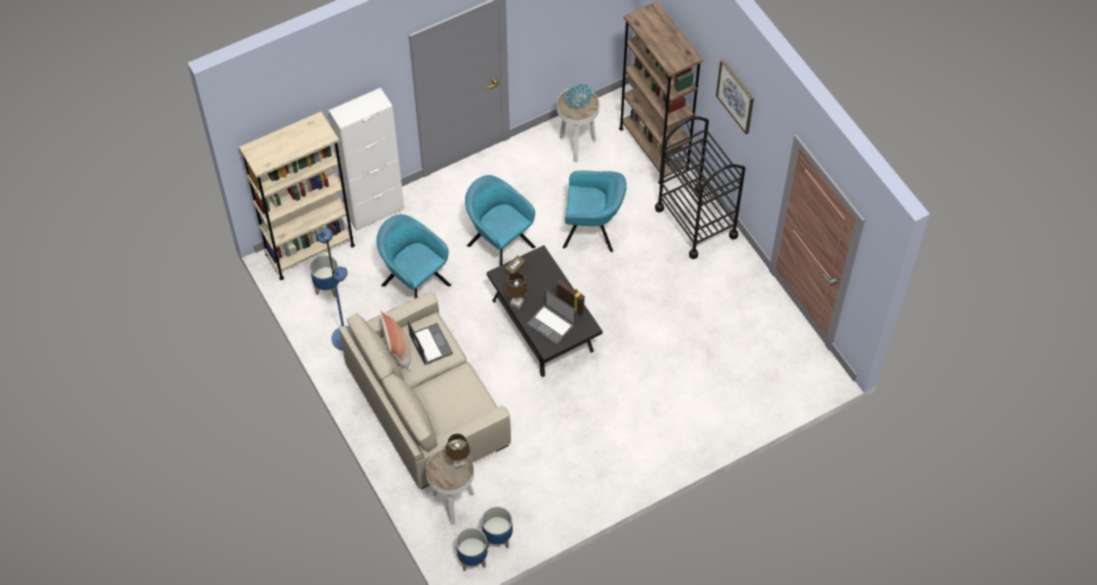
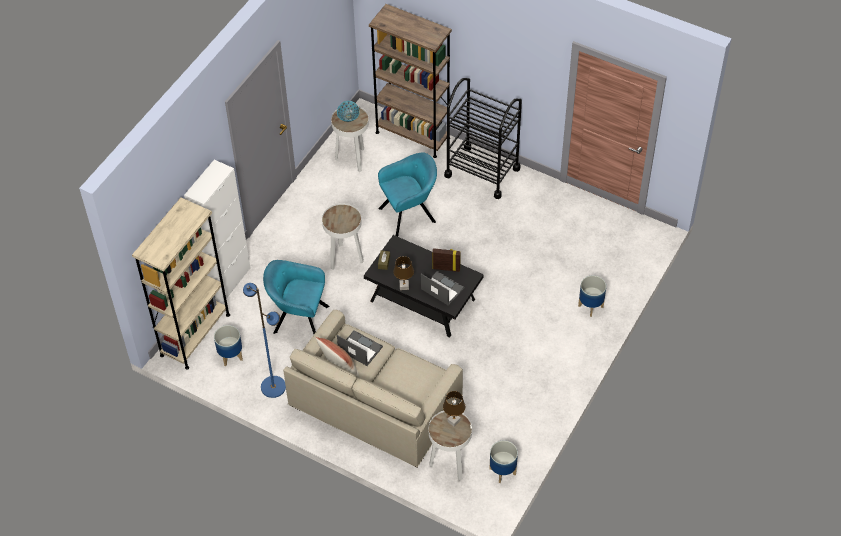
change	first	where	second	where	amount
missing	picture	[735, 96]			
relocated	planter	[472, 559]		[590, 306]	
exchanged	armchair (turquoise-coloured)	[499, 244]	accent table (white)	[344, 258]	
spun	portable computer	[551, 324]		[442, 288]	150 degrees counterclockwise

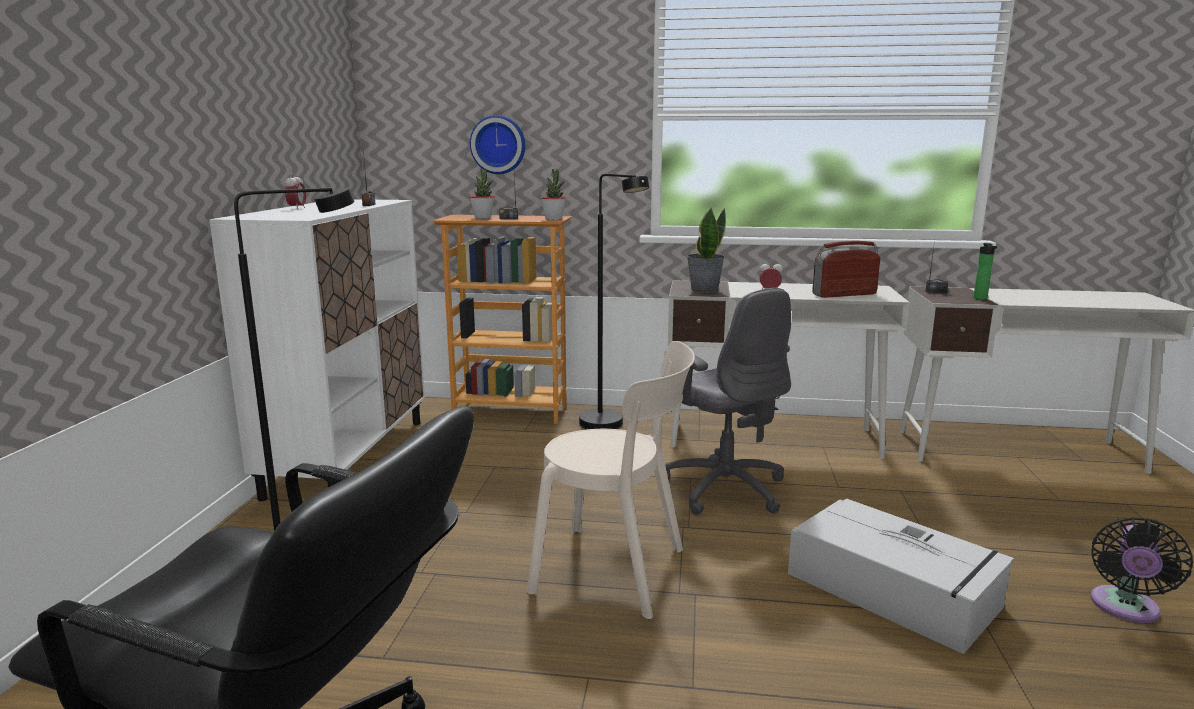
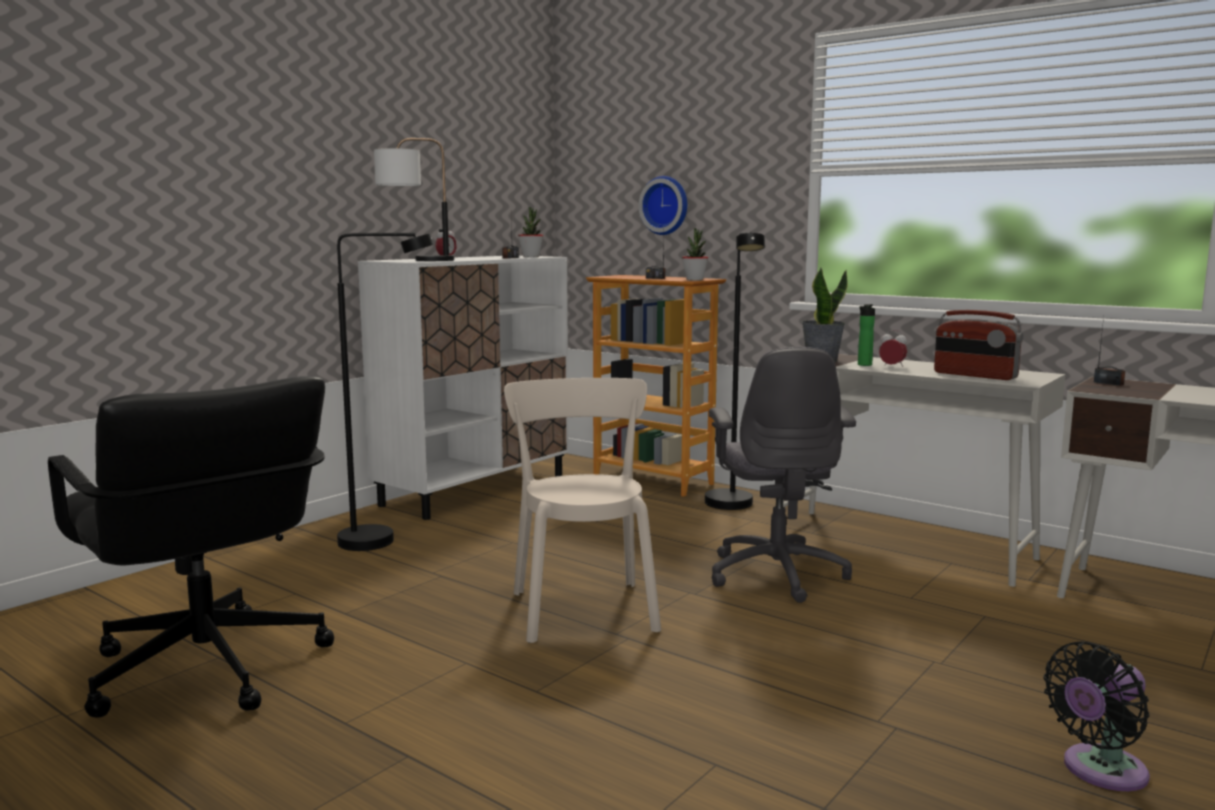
change	first	where	second	where	amount
missing	storage box (gray)	[895, 591]			
appeared			lamp for a table	[415, 260]	
relocated	houseplant	[483, 218]		[531, 257]	
relocated	drink bottle	[981, 299]		[864, 365]	
spun	plain chair (beige)	[617, 572]		[583, 608]	150 degrees counterclockwise
spun	radio	[844, 294]		[974, 375]	150 degrees counterclockwise

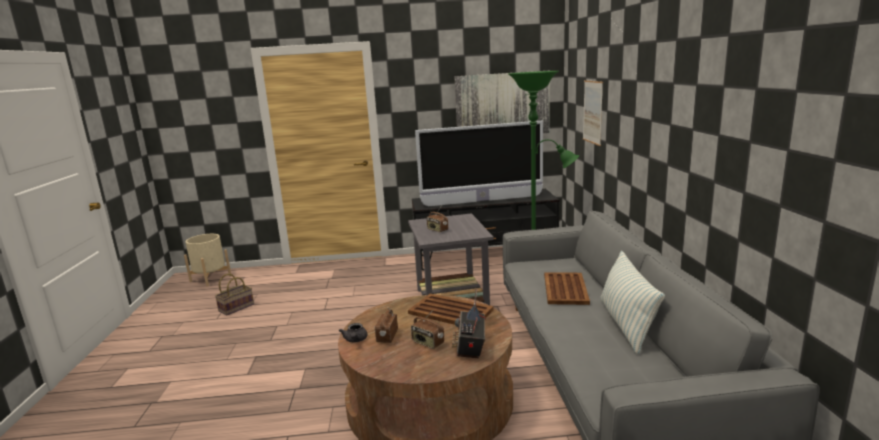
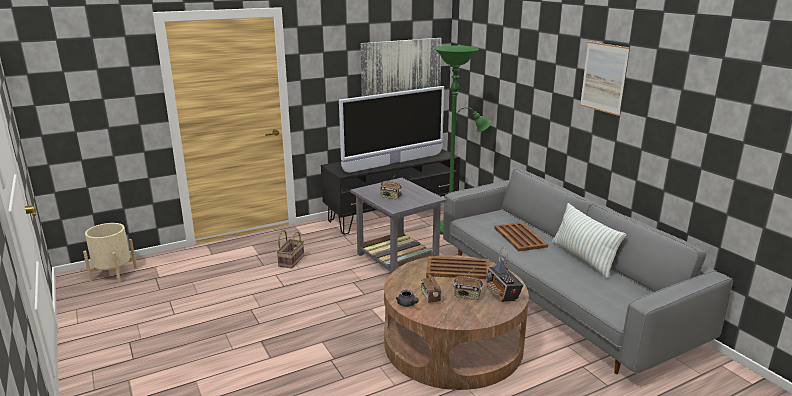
change	first	where	second	where	amount
relocated	household basket	[237, 307]		[291, 260]	
relocated	picture	[592, 112]		[603, 78]	

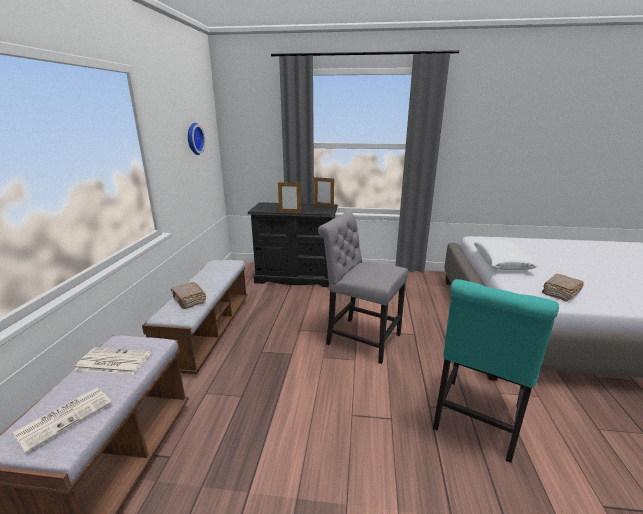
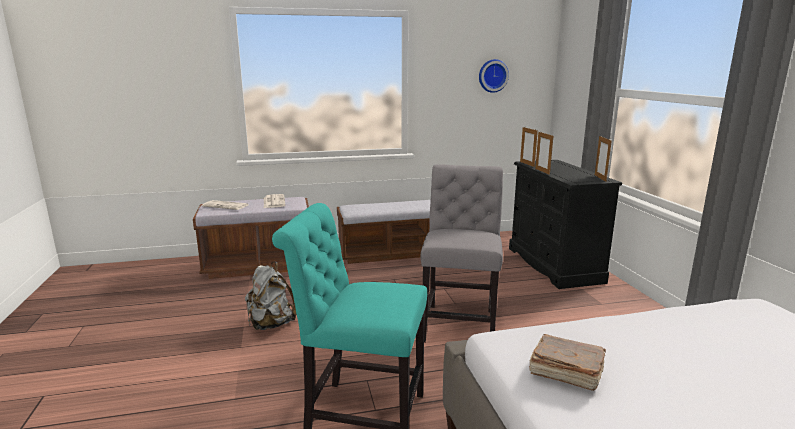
change	first	where	second	where	amount
missing	bound book (brown-coloured)	[189, 300]			
missing	cushion (white)	[501, 261]			
appeared			rucksack (gray)	[271, 324]	
appeared			standing frame	[527, 164]	

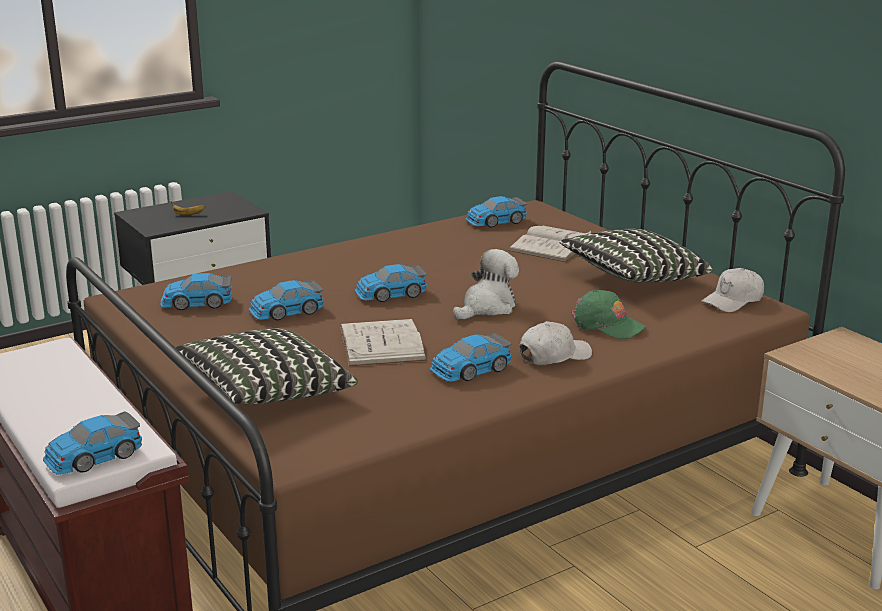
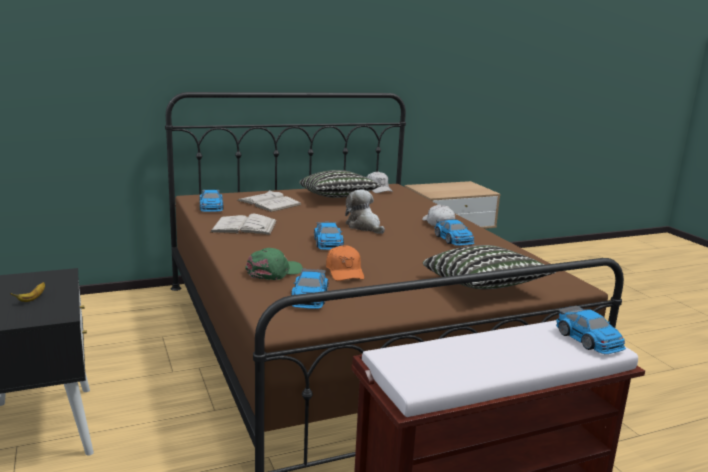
change	first	where	second	where	amount
relocated	bound book (white)	[382, 343]		[244, 226]	
relocated	peaked cap (green-coloured)	[607, 325]		[274, 272]	
exchanged	model car	[286, 311]	peaked cap (orangey)	[345, 272]	

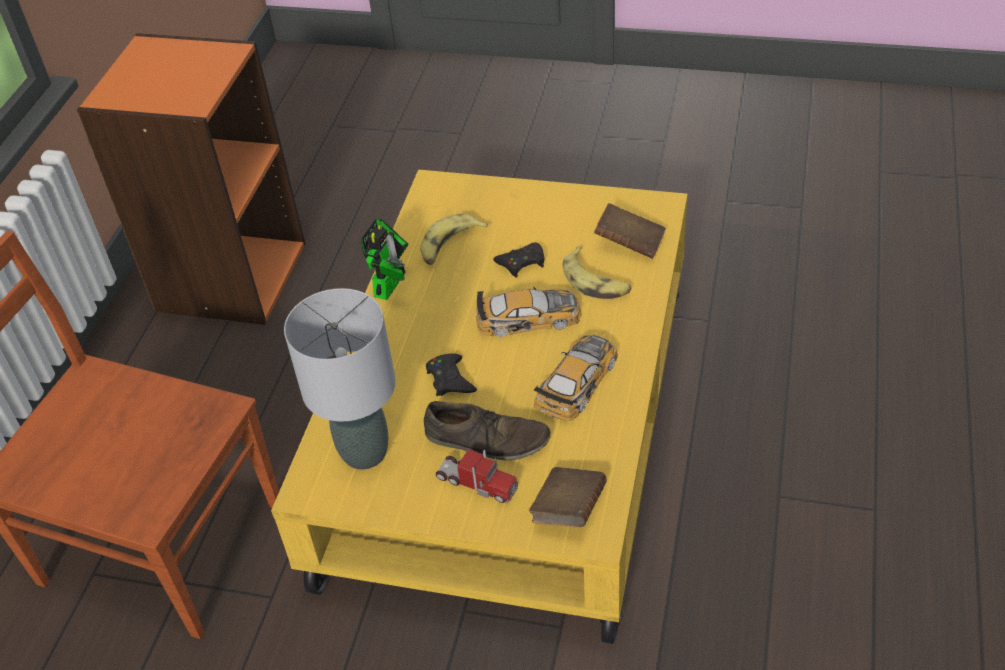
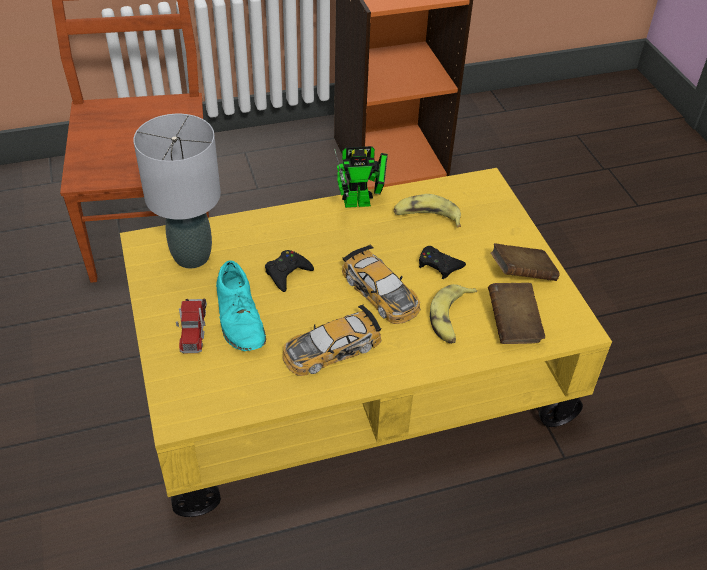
change	first	where	second	where	amount
relocated	bound book (brown-coloured)	[568, 510]		[522, 274]	
colour	shoe (brown-coloured)	[487, 439]	shoe (turquoise-coloured)	[240, 317]	
spun	model car	[577, 381]		[331, 349]	150 degrees clockwise

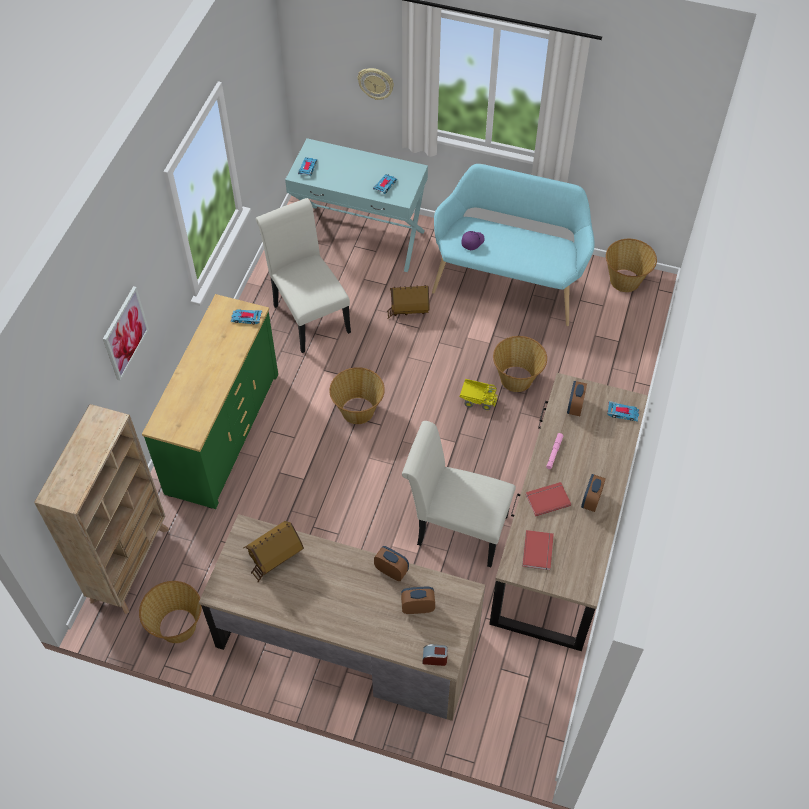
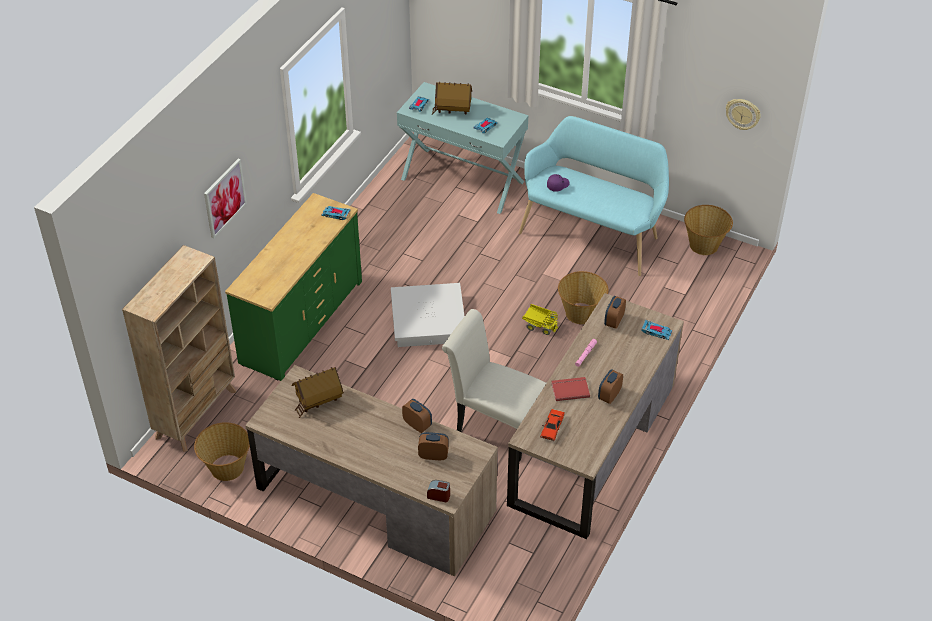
change	first	where	second	where	amount
missing	plain chair (white)	[308, 314]			
relocated	clock on the wall	[376, 83]		[743, 114]	
relocated	miniature house	[409, 310]		[453, 110]	
exchanged	household basket	[358, 411]	storage box (white)	[427, 320]	
exchanged	bound book (red-coloured)	[539, 551]	model car (red-coloured)	[552, 428]	

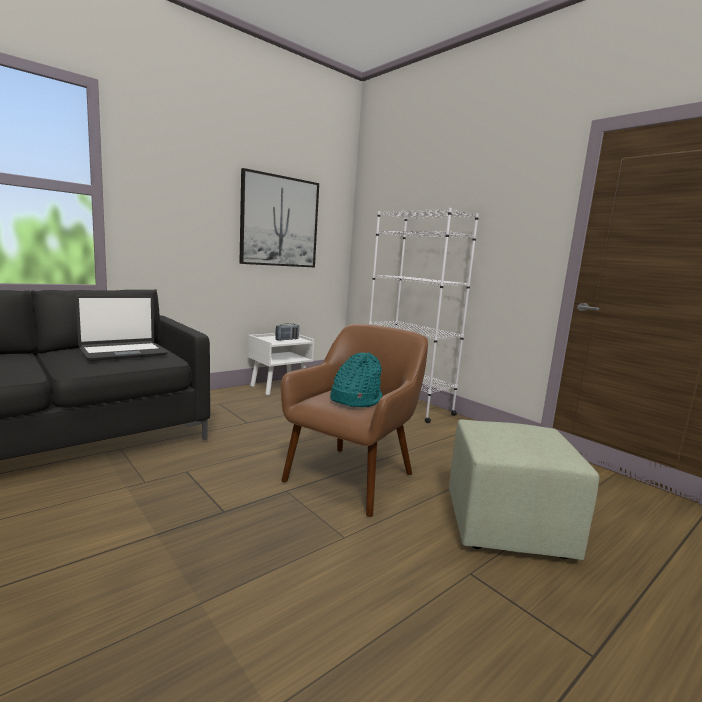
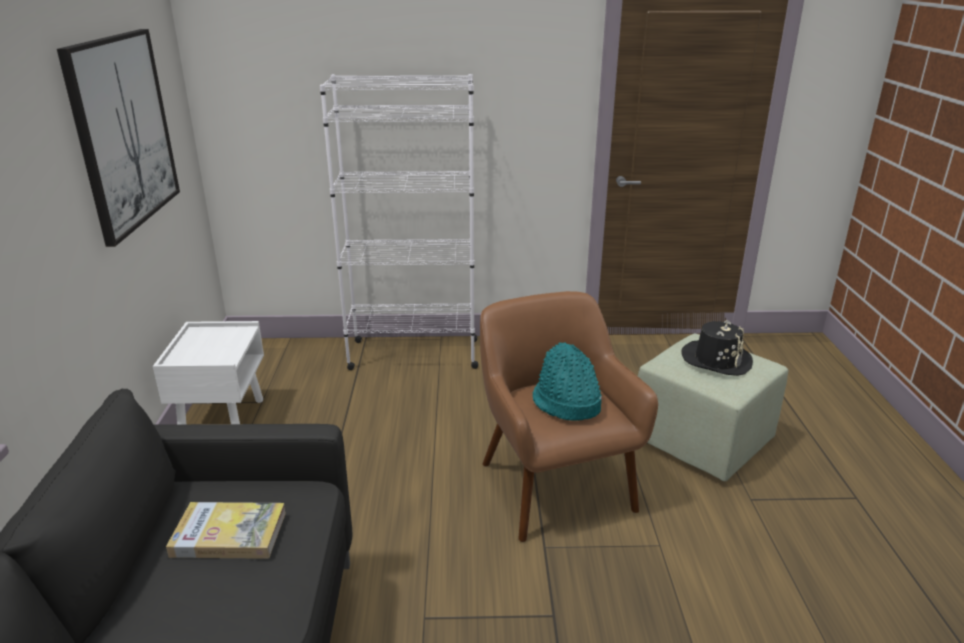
change	first	where	second	where	amount
missing	radio	[287, 339]			
appeared			clothing hat (black)	[716, 359]	
exchanged	portable computer	[123, 352]	bound book	[229, 534]	

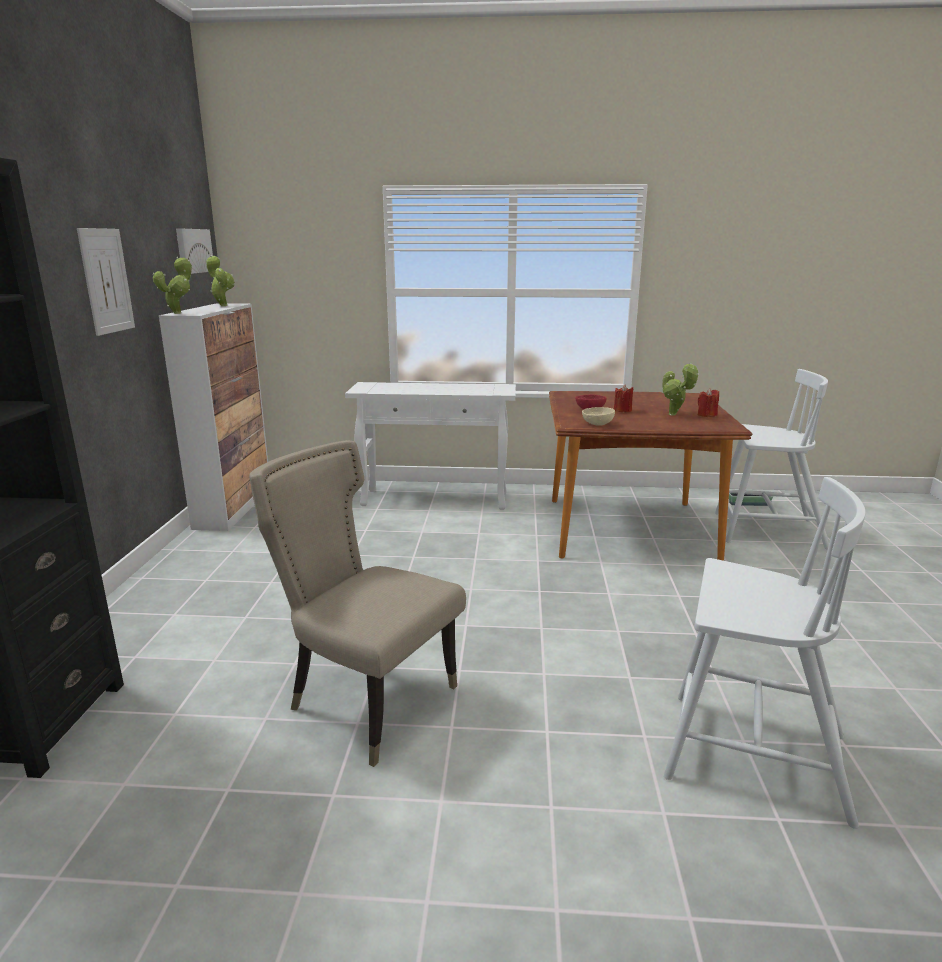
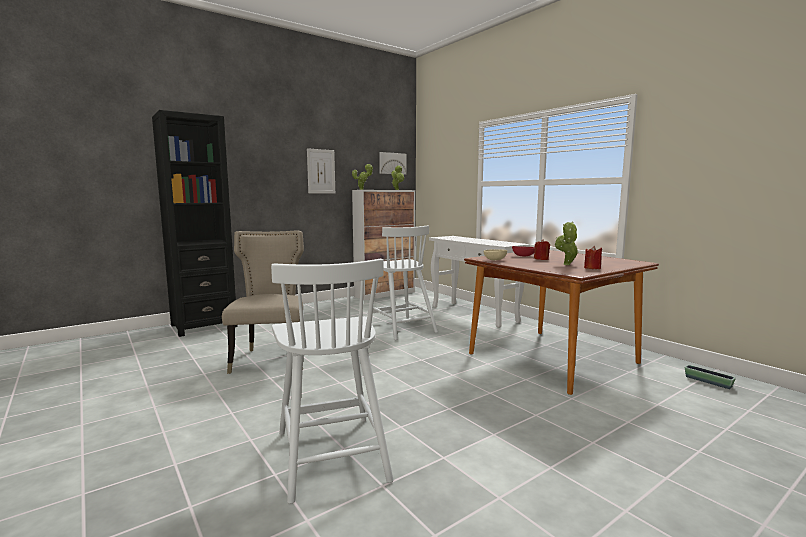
change	first	where	second	where	amount
relocated	plain chair (white)	[766, 530]		[400, 327]	

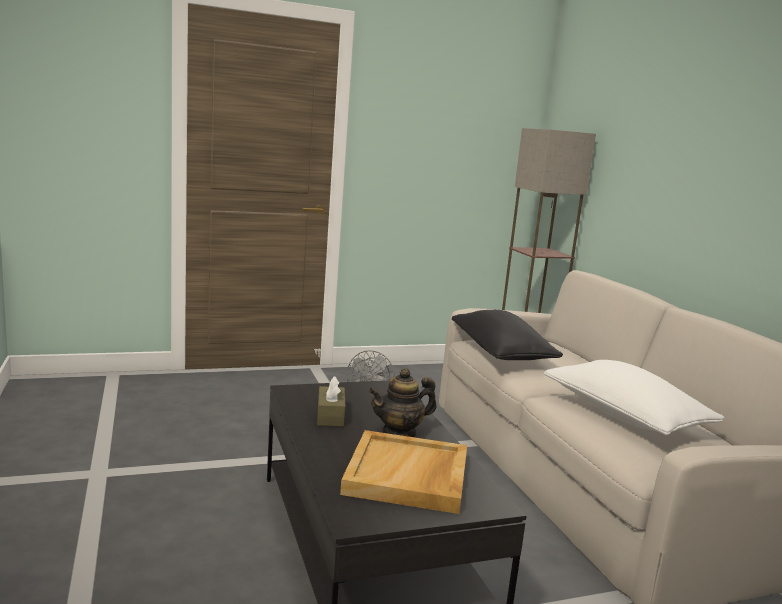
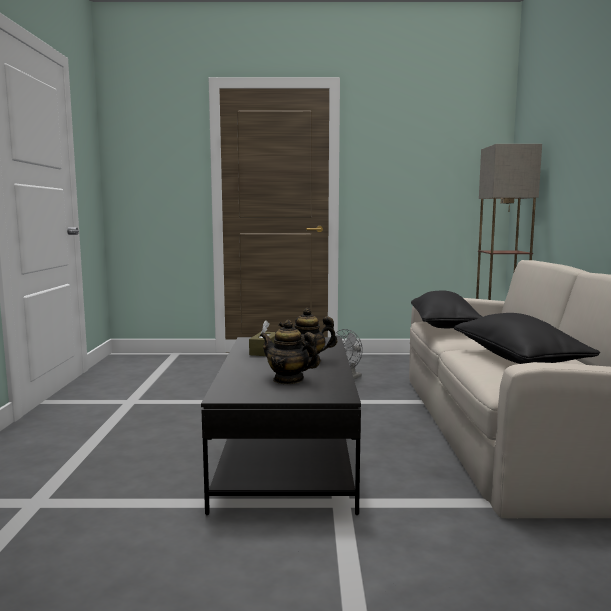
change	first	where	second	where	amount
exchanged	tray (beige)	[408, 476]	pot for tea	[288, 380]	
colour	cushion (white)	[624, 416]	cushion (black)	[517, 359]	

